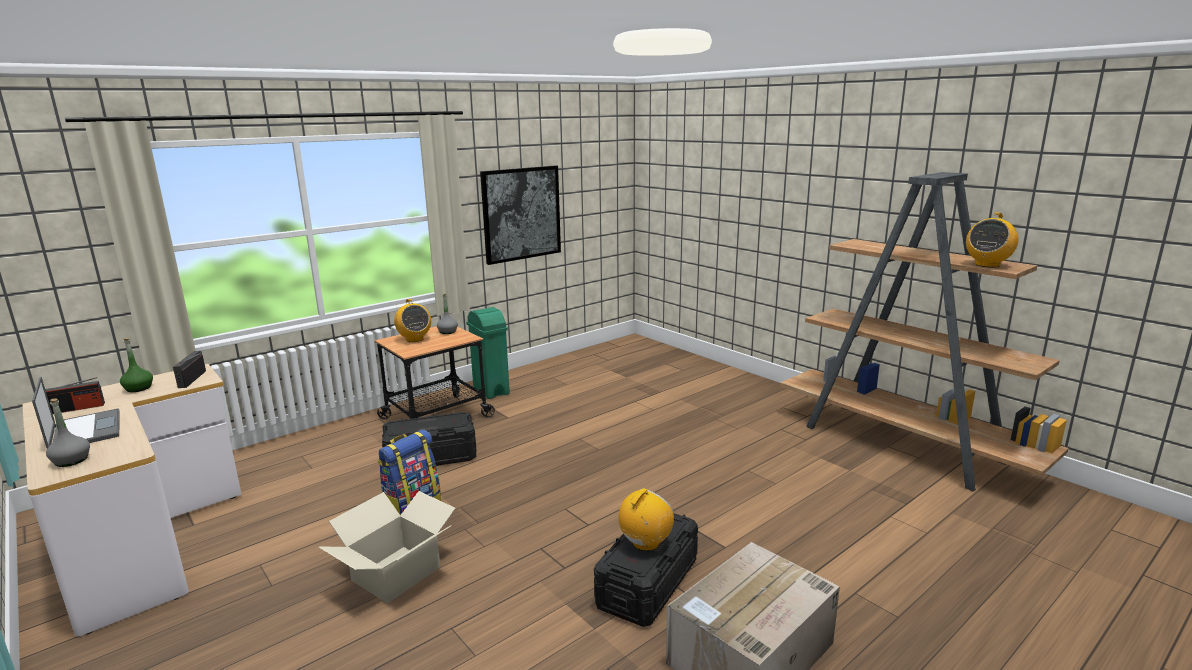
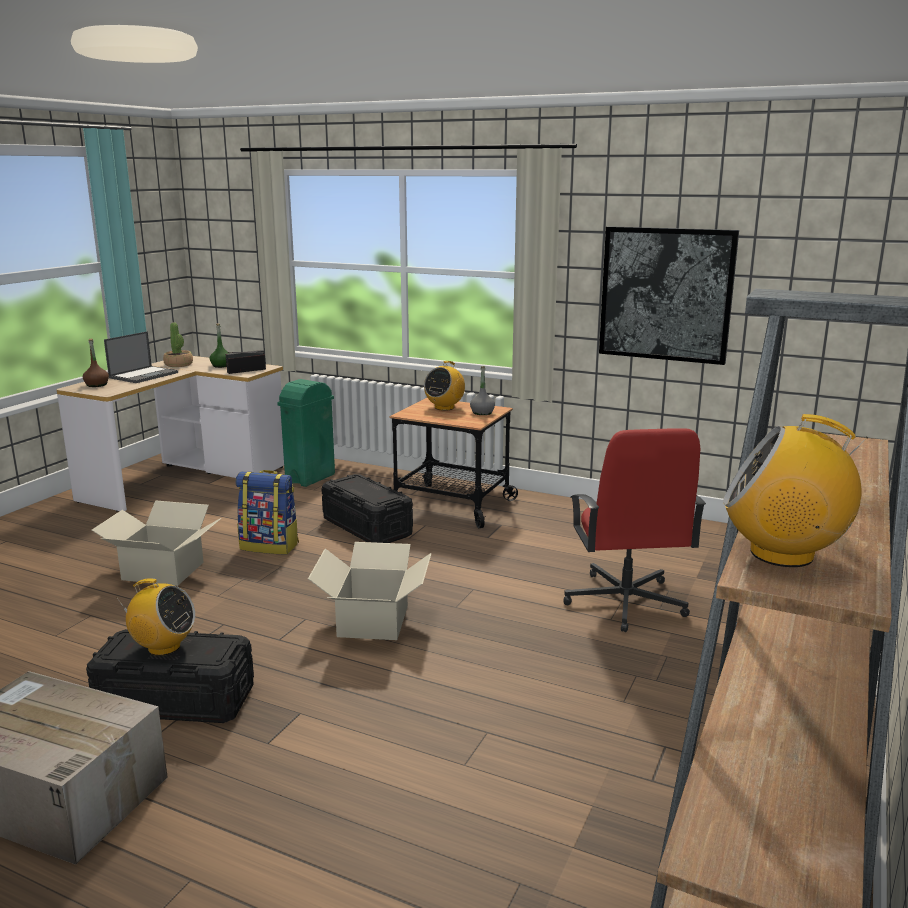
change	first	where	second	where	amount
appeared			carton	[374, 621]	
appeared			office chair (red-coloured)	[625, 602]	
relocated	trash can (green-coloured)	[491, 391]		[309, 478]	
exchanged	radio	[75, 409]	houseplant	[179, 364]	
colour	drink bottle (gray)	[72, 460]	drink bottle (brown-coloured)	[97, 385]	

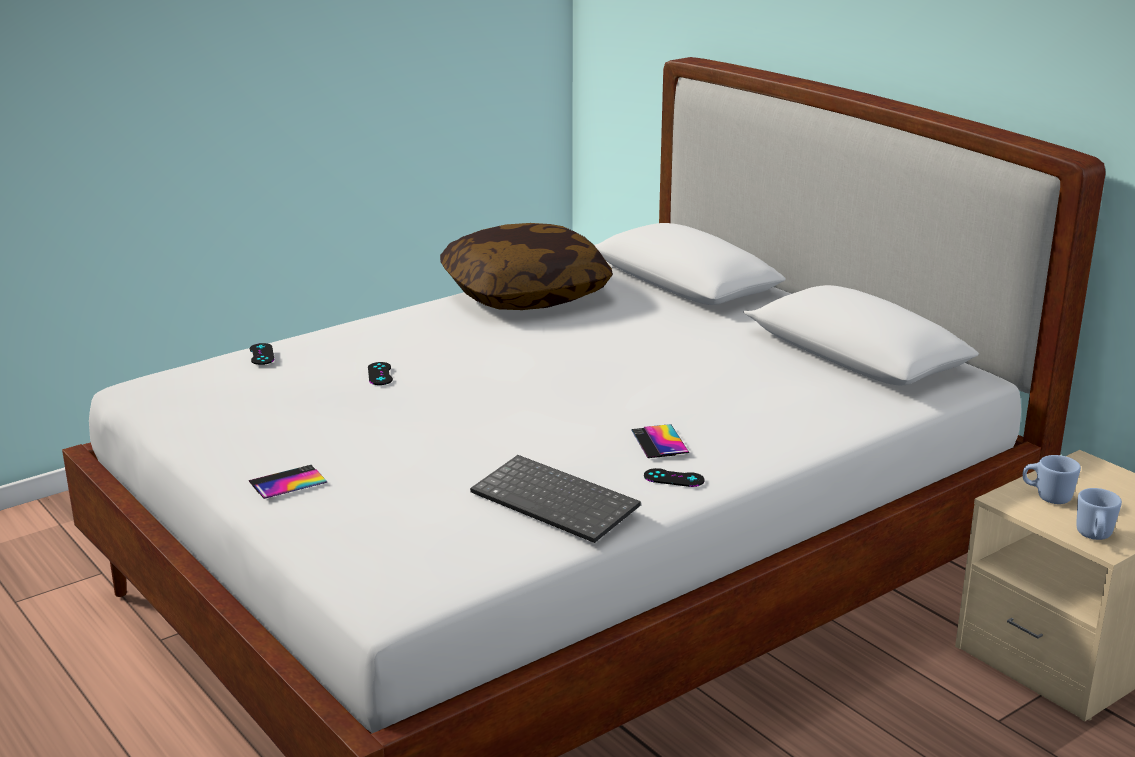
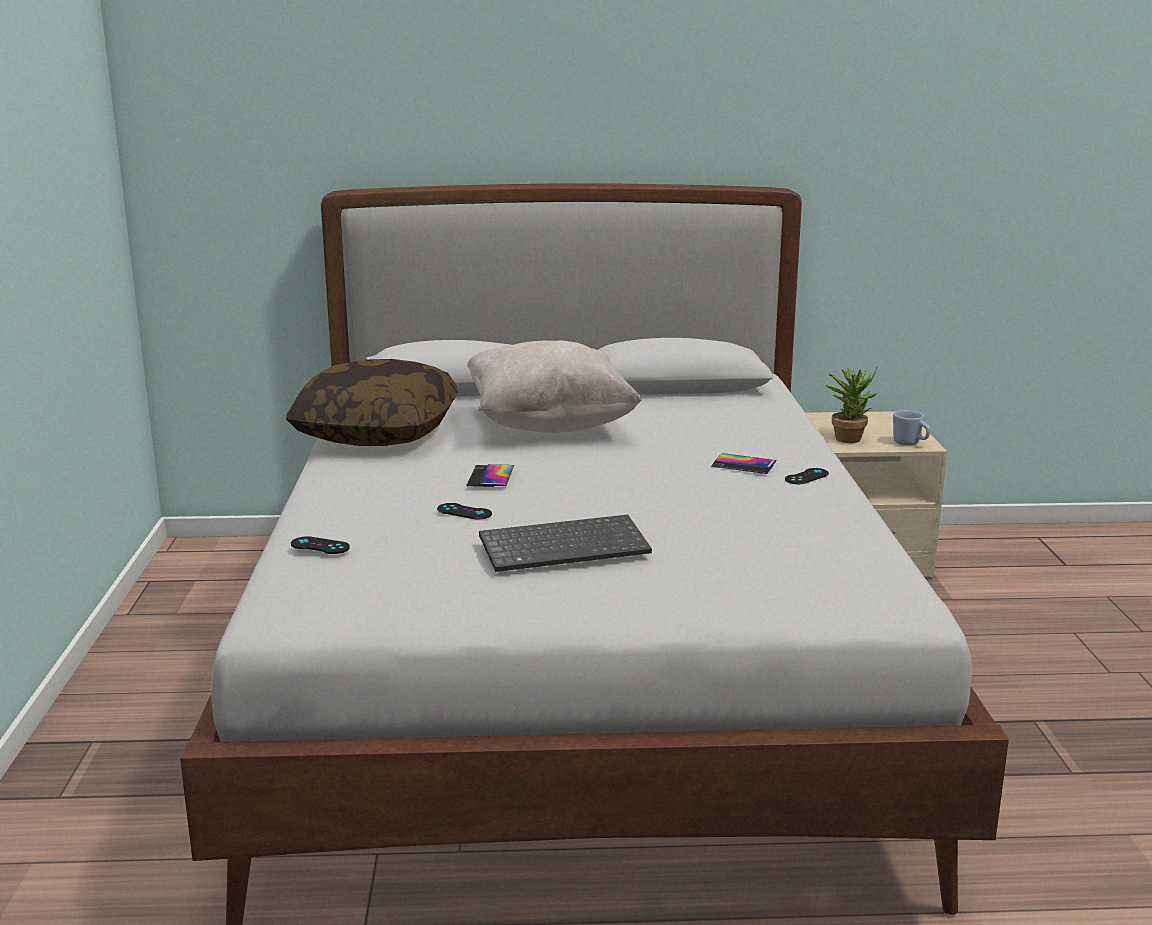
change	first	where	second	where	amount
appeared			cushion (beige)	[549, 426]	
relocated	telephone	[288, 482]		[490, 476]	
relocated	keyboard	[558, 501]		[565, 546]	
exchanged	mug (blue-coloured)	[1047, 497]	houseplant	[848, 437]	

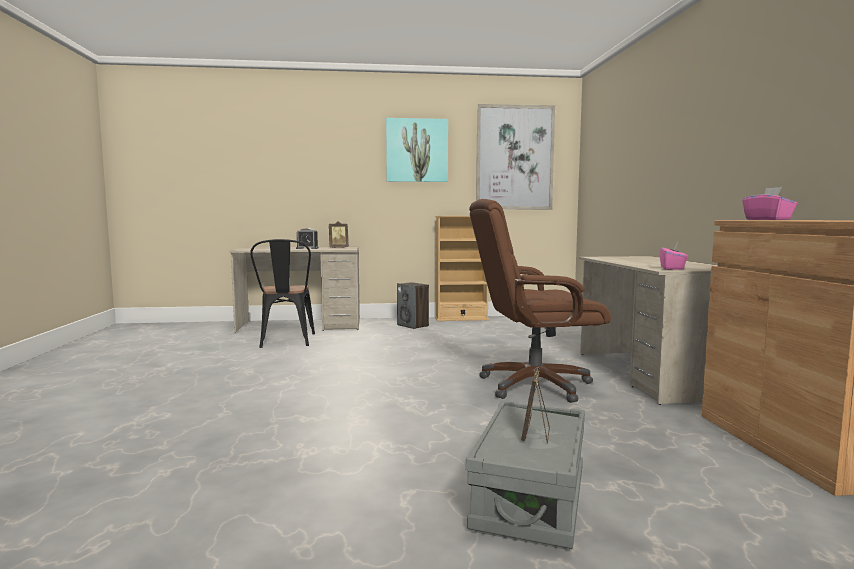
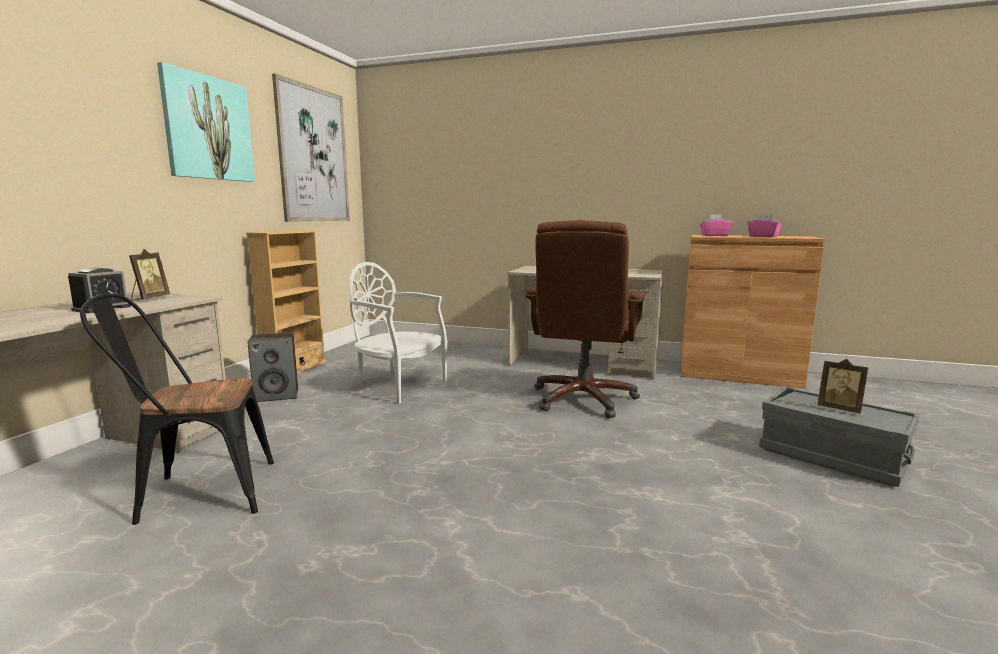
change	first	where	second	where	amount
appeared			plain chair (white)	[399, 386]	
relocated	tissue box (pink)	[672, 268]		[763, 236]	
spun	plain chair (black)	[285, 341]		[196, 493]	150 degrees clockwise

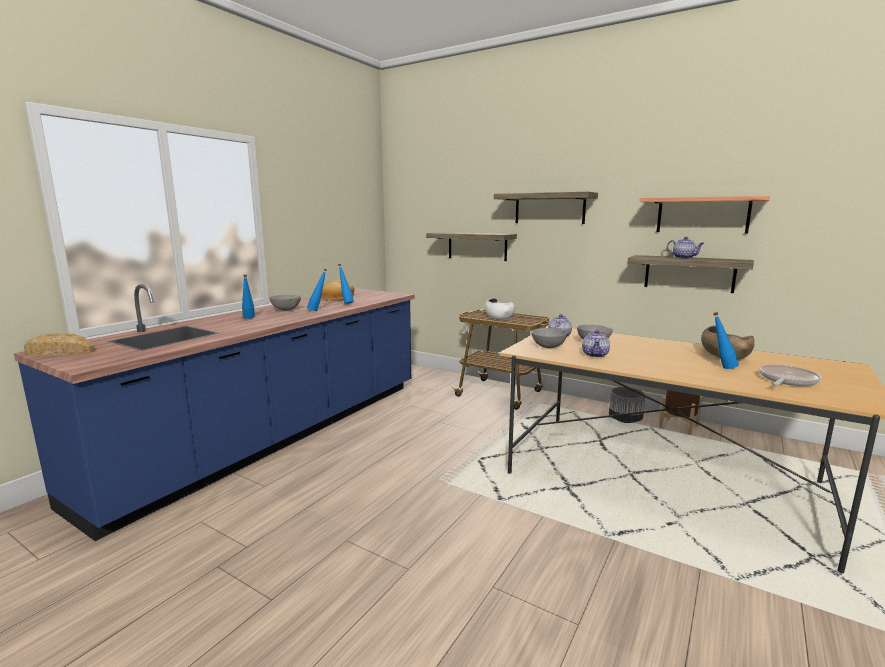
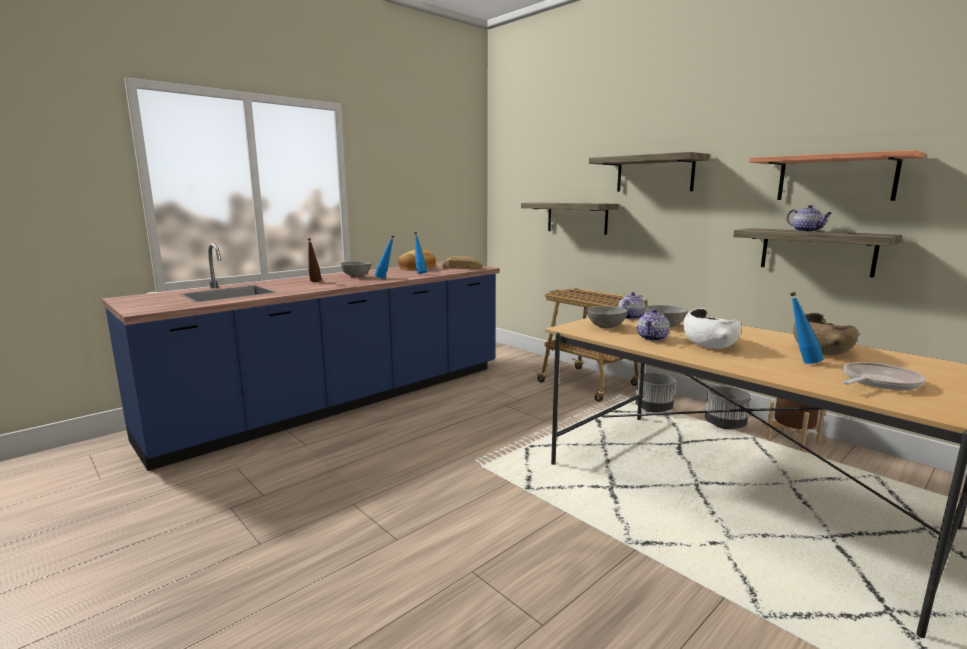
change	first	where	second	where	amount
appeared			planter (gray)	[653, 409]	
relocated	bakery bread	[59, 352]		[461, 268]	
relocated	deep dish (white)	[499, 317]		[708, 343]	
colour	drink bottle (blue-coloured)	[249, 319]	drink bottle (brown-coloured)	[314, 282]	

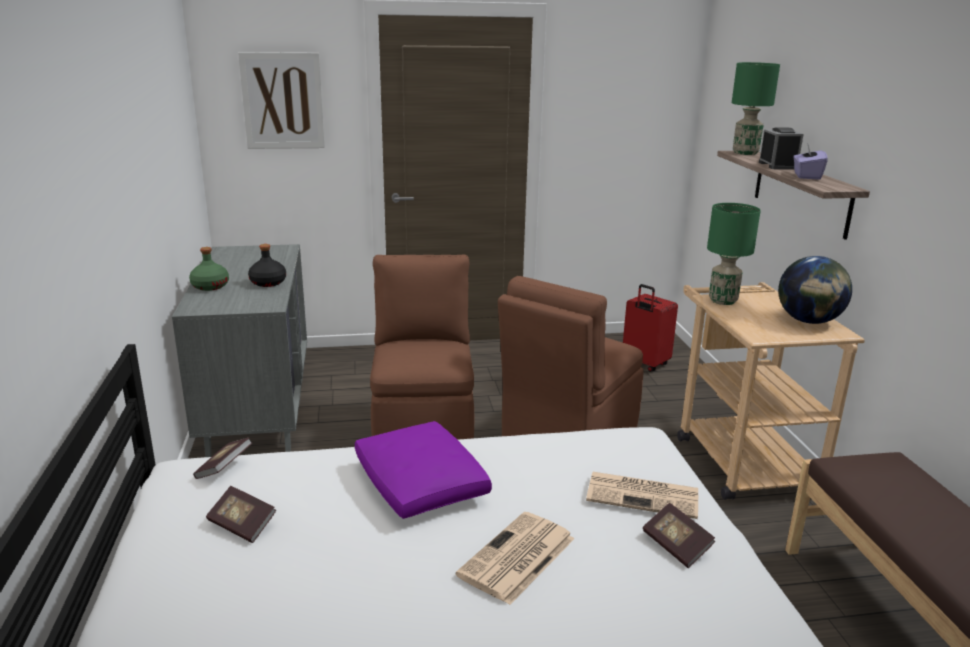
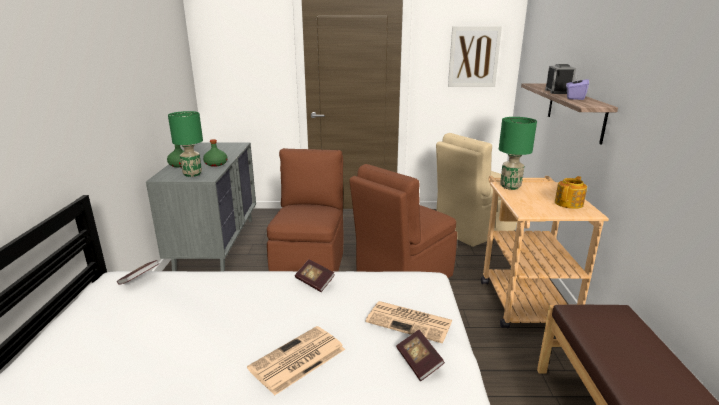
change	first	where	second	where	amount
missing	cushion (purple-coloured)	[421, 485]			
relocated	bound book	[242, 525]		[315, 282]	
relocated	picture	[283, 101]		[473, 57]	
relocated	lamp for a table (green-coloured)	[745, 153]		[193, 174]	
exchanged	suitcase (red-coloured)	[644, 364]	plain chair (beige)	[473, 230]	
exchanged	world globe	[809, 321]	pot for tea	[569, 203]	
colour	drink bottle (black)	[267, 283]	drink bottle (green-coloured)	[215, 164]	

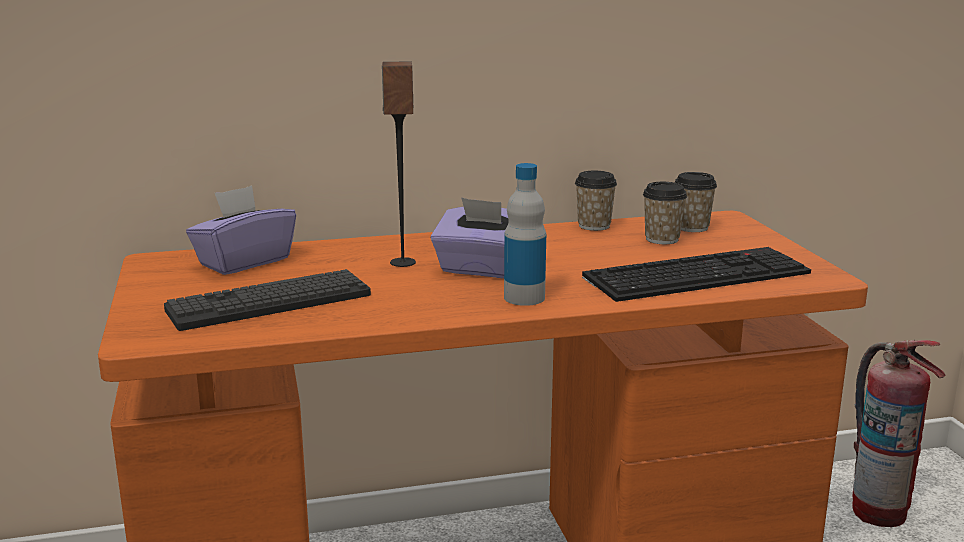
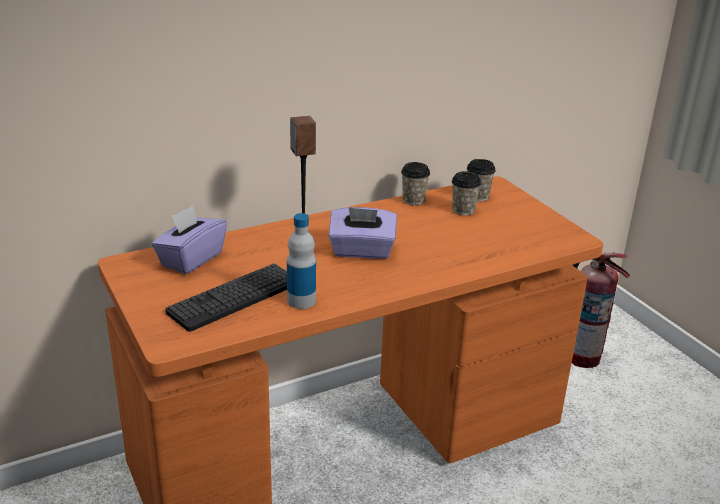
change	first	where	second	where	amount
missing	keyboard	[697, 274]			
relocated	drink bottle	[524, 298]		[301, 301]	

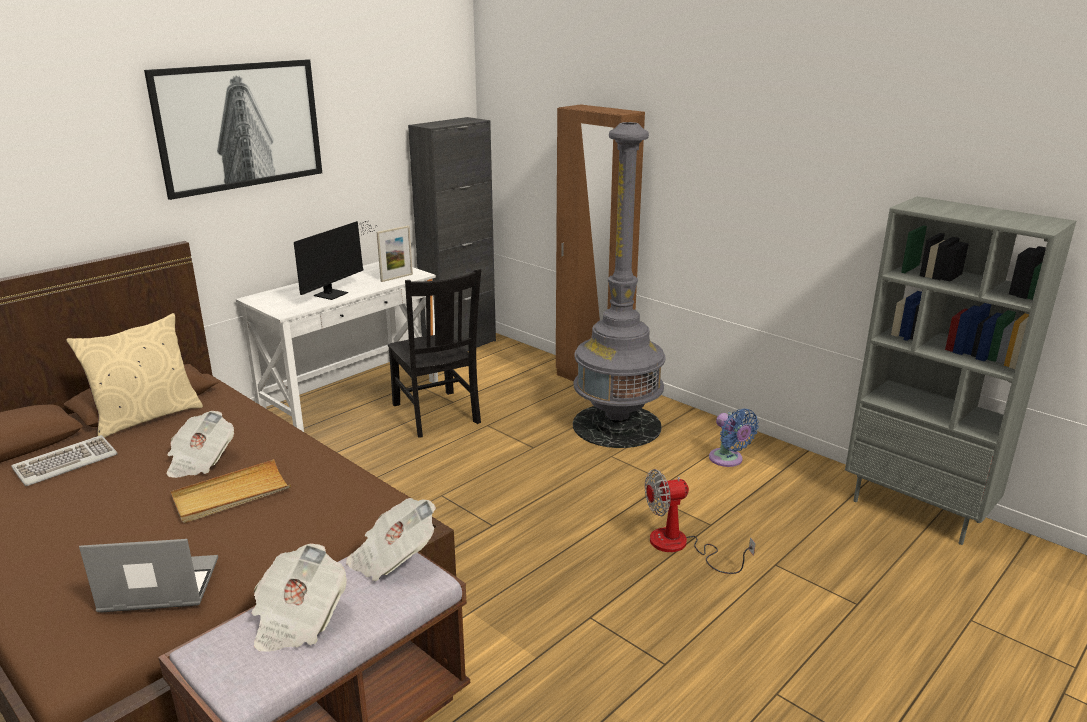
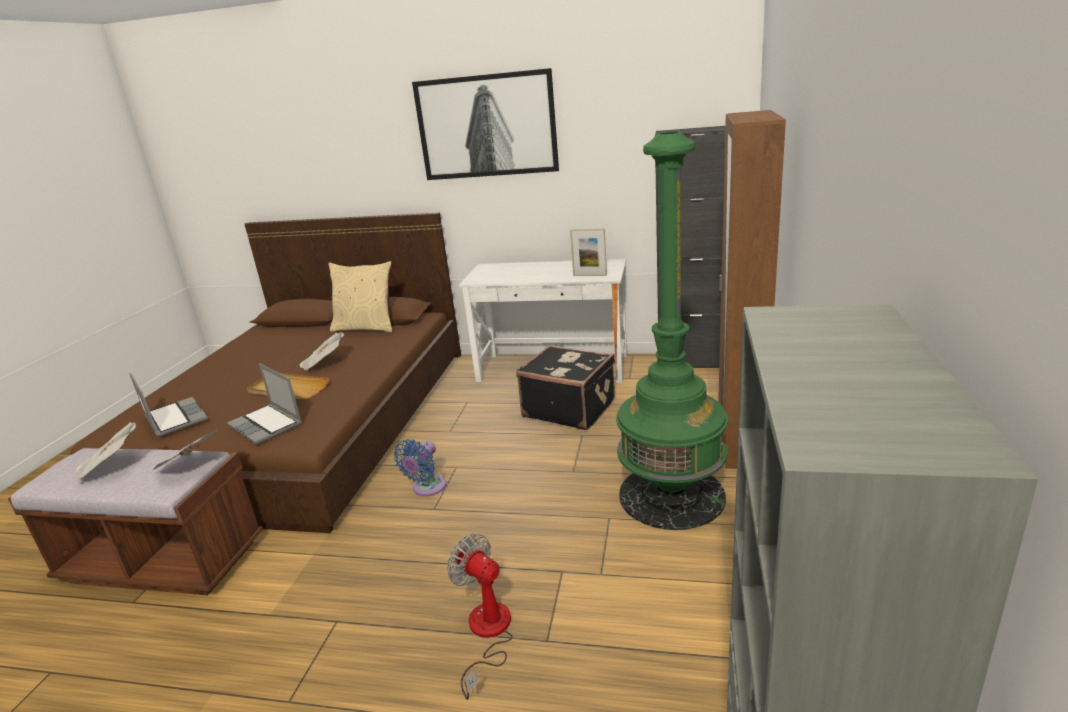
change	first	where	second	where	amount
missing	keyboard	[66, 463]			
missing	monitor	[335, 293]			
appeared			portable computer	[267, 425]	
relocated	cooling fan (blue-coloured)	[728, 460]		[427, 488]	
exchanged	plain chair (black)	[436, 415]	suitcase (black)	[569, 408]	
colour	floor lamp (gray)	[616, 425]	floor lamp (green-coloured)	[671, 495]	

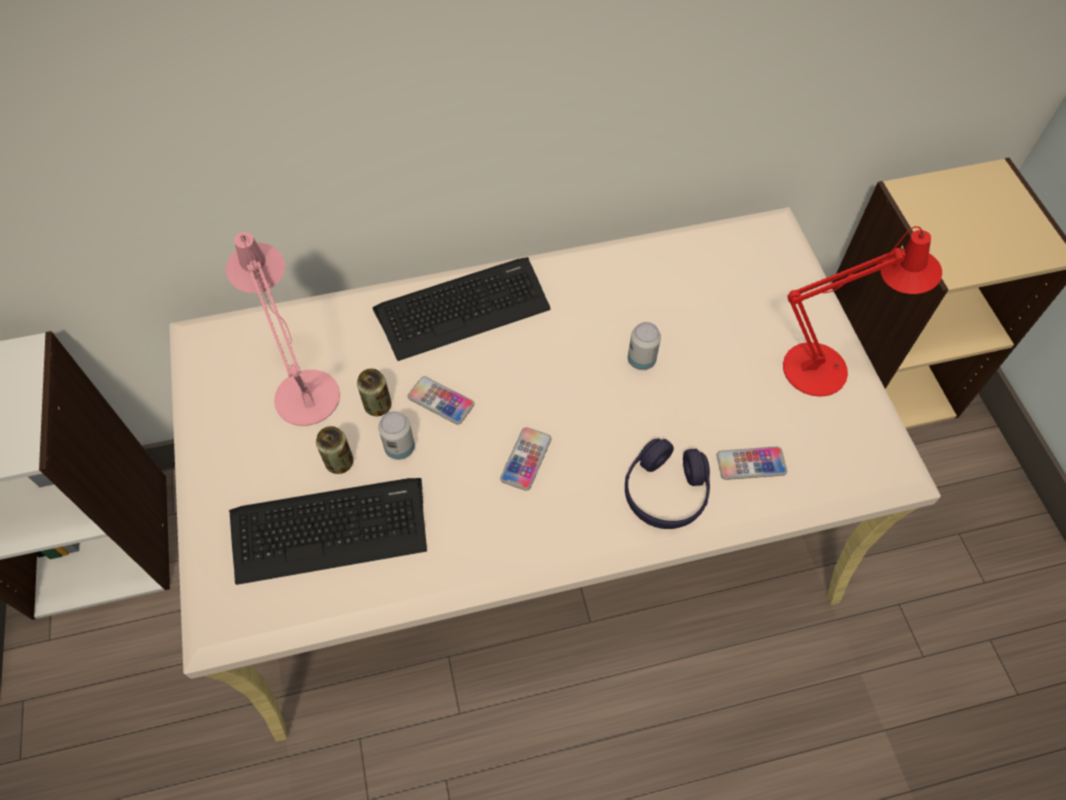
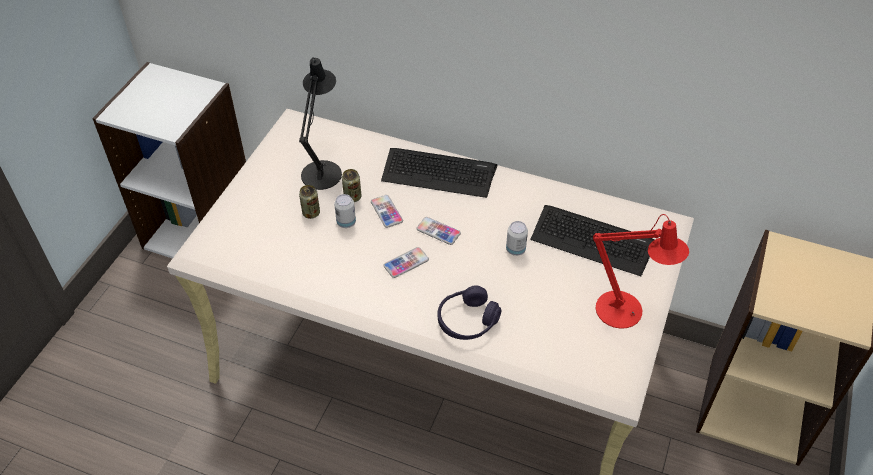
change	first	where	second	where	amount
relocated	keyboard	[329, 529]		[592, 240]	
relocated	telephone	[751, 464]		[438, 231]	
colour	lamp for a table (pink)	[304, 389]	lamp for a table (black)	[323, 170]	

